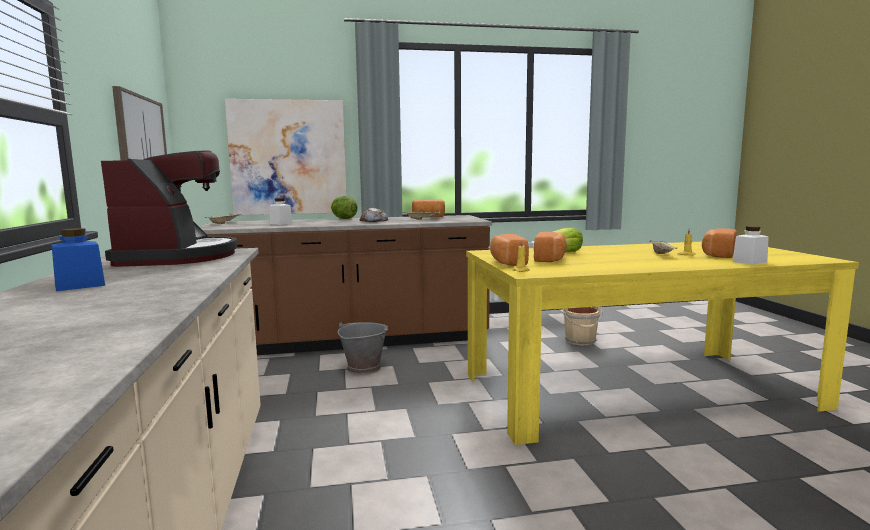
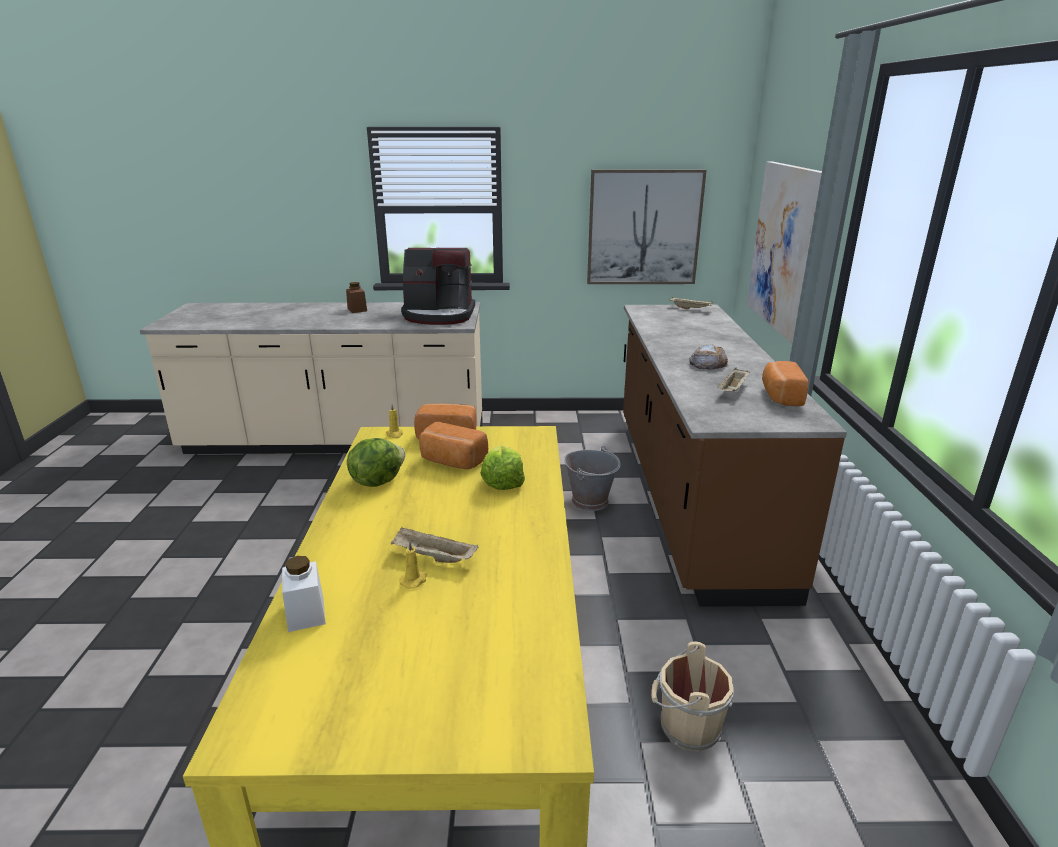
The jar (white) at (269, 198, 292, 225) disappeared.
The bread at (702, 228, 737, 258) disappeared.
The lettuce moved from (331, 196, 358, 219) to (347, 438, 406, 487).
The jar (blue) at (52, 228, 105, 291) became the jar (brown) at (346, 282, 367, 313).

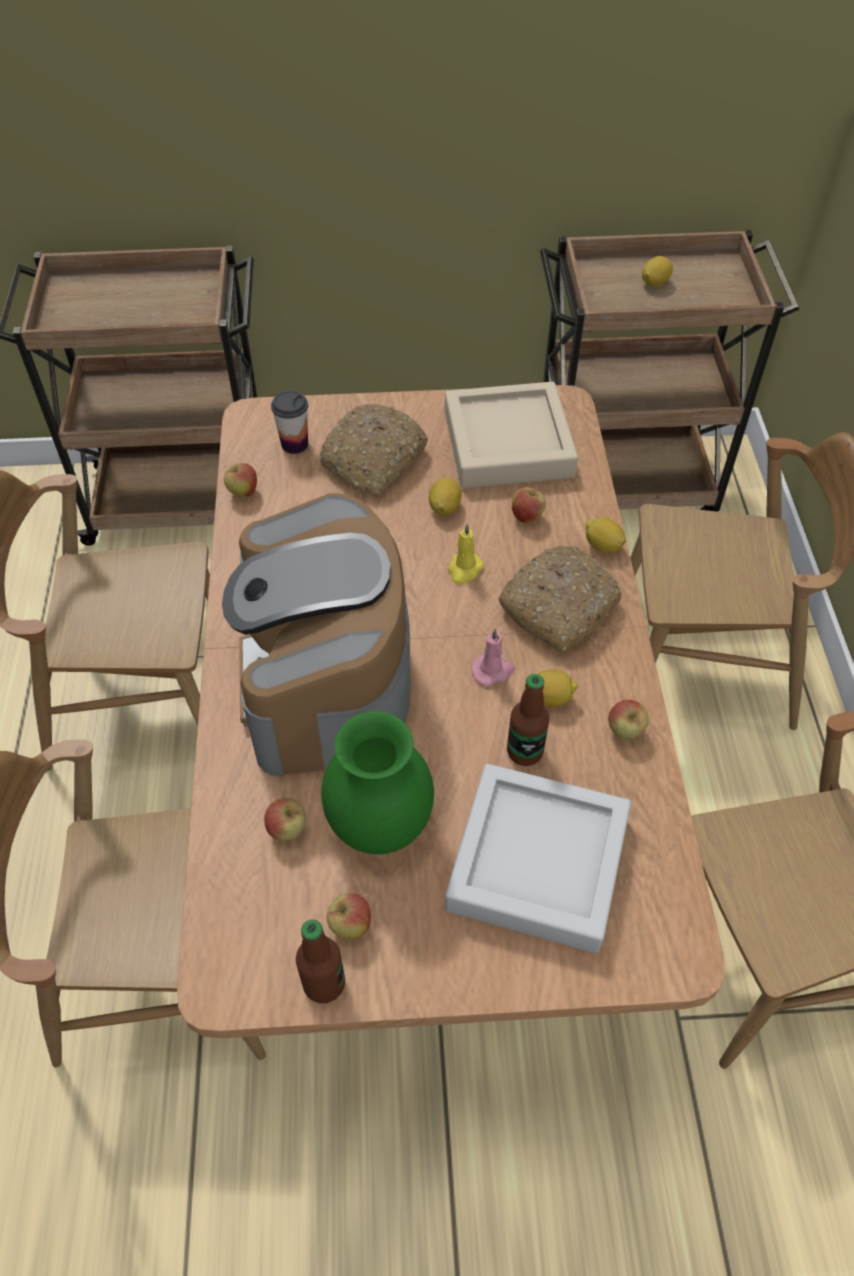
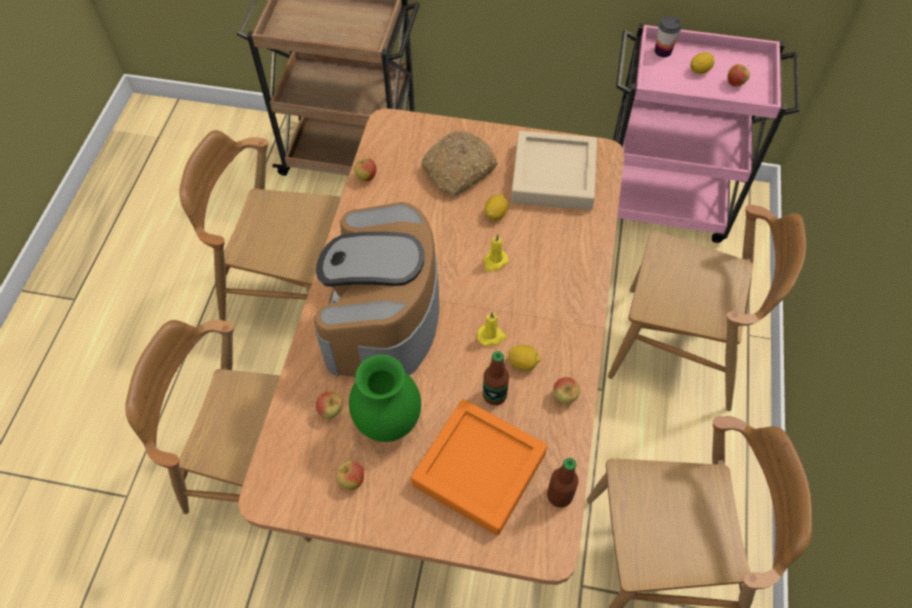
The bread at (498, 545, 622, 652) disappeared.
The lemon at (586, 517, 626, 553) disappeared.
The cup moved from (271, 390, 308, 454) to (655, 16, 682, 57).
The bottle moved from (296, 919, 345, 1003) to (547, 458, 579, 508).
The apple moved from (512, 487, 546, 523) to (728, 64, 750, 87).
The tray (grey) at (445, 764, 631, 953) became the tray (orange) at (411, 399, 547, 536).
The candle (pink) at (471, 628, 515, 686) became the candle (yellow) at (477, 312, 507, 346).
The cart (brown) at (540, 230, 799, 512) became the cart (pink) at (613, 23, 800, 243).

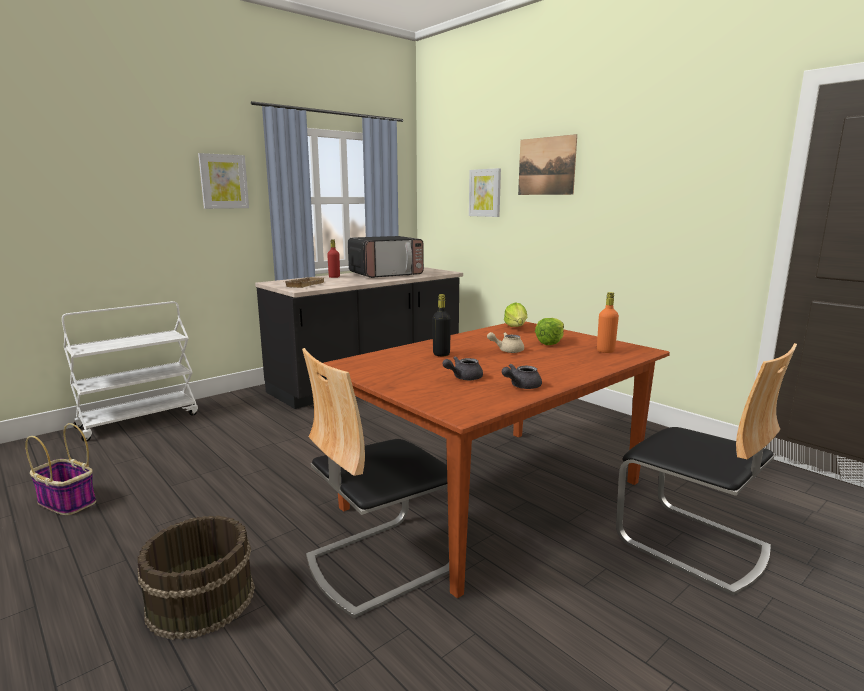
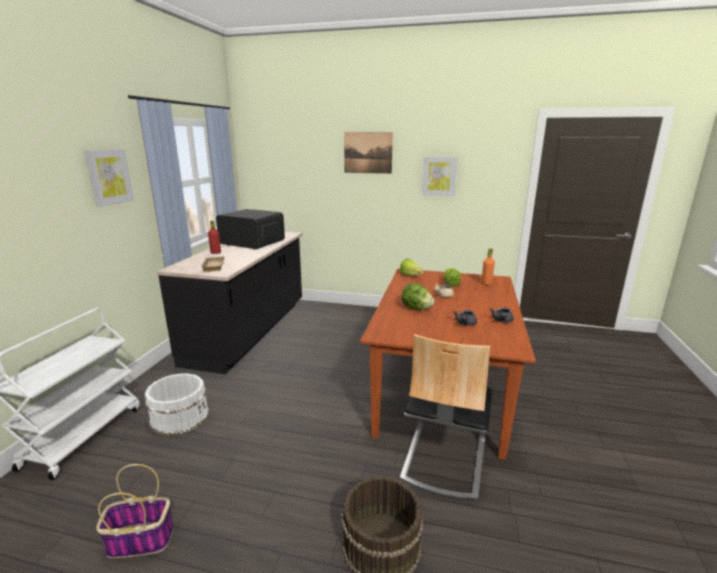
The chair at (616, 343, 797, 595) disappeared.
The bucket (white) at (145, 373, 209, 436) appeared.
The picture moved from (469, 168, 501, 217) to (422, 157, 458, 196).
The bottle (black) at (433, 294, 451, 356) was replaced by the lettuce at (401, 283, 434, 310).
The microwave at (348, 236, 424, 278) turned 90 degrees counterclockwise.

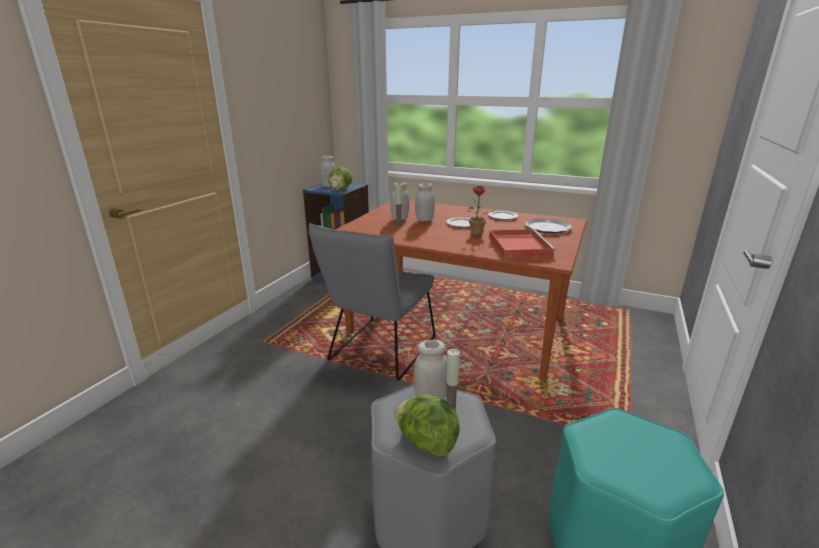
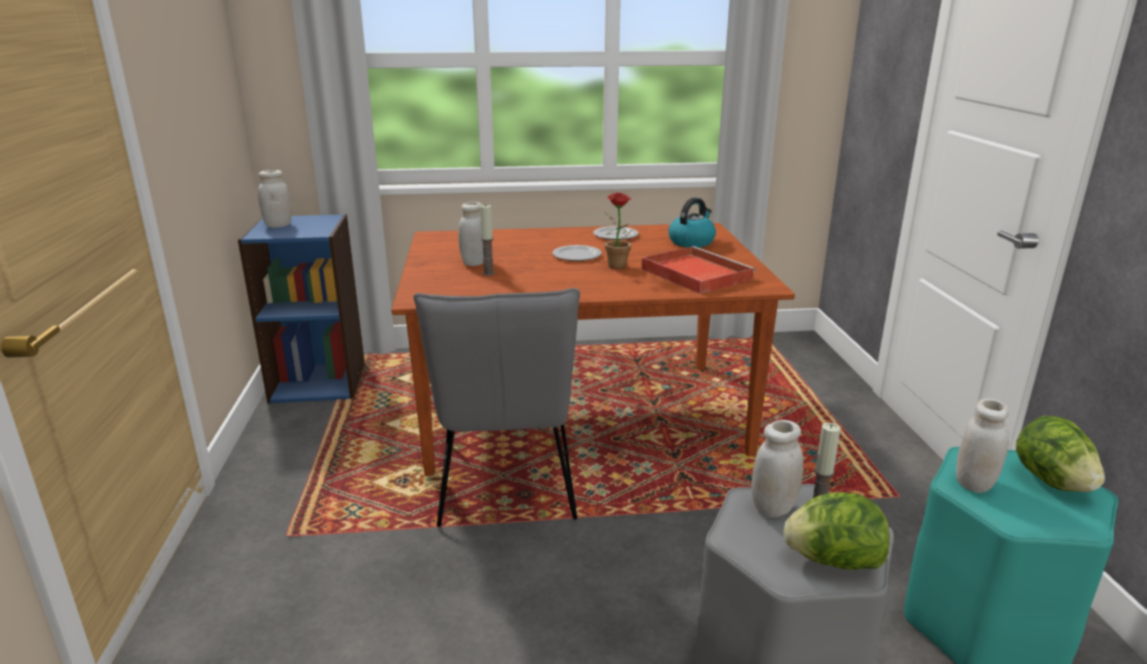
The lettuce moved from (328, 167, 353, 191) to (1016, 416, 1105, 492).
The jar (white) moved from (415, 183, 435, 221) to (956, 399, 1009, 493).
The plate at (524, 218, 572, 234) was replaced by the kettle at (668, 198, 716, 248).

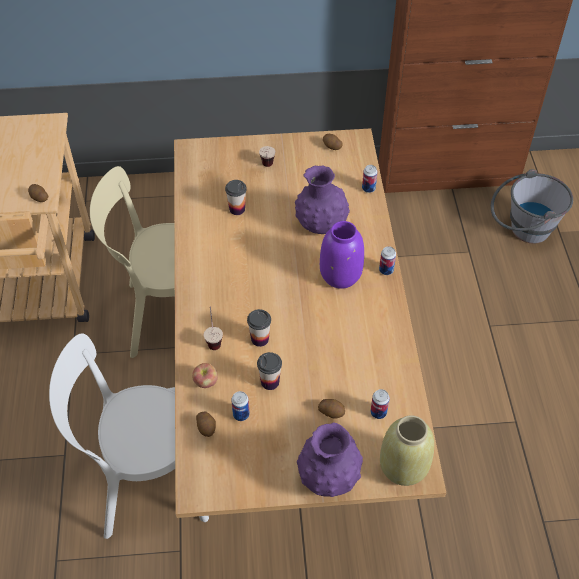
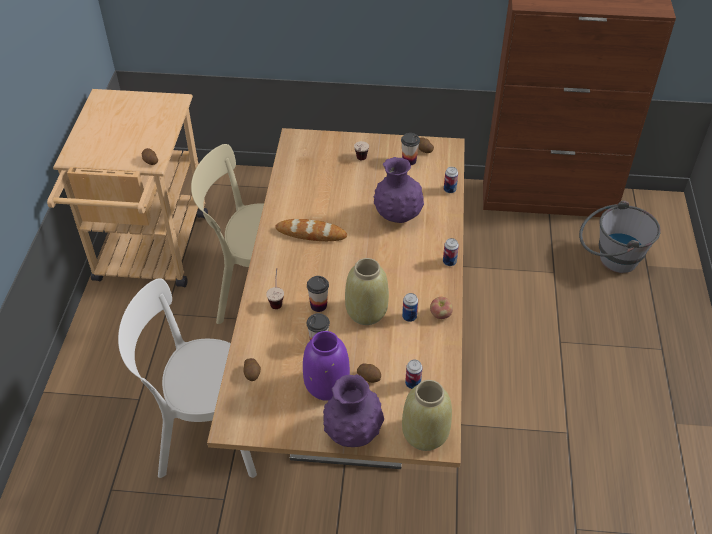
The bread at (275, 219, 347, 241) appeared.
The vase (beige) at (345, 258, 389, 325) appeared.
The apple moved from (192, 363, 218, 388) to (430, 297, 453, 319).
The cup moved from (225, 180, 247, 215) to (401, 133, 420, 165).
The can moved from (231, 391, 250, 421) to (402, 293, 418, 322).
The vase (purple) moved from (320, 221, 364, 289) to (303, 331, 350, 401).

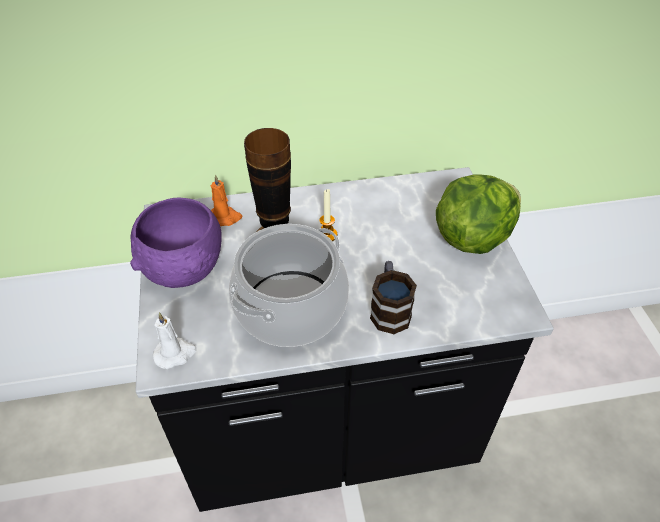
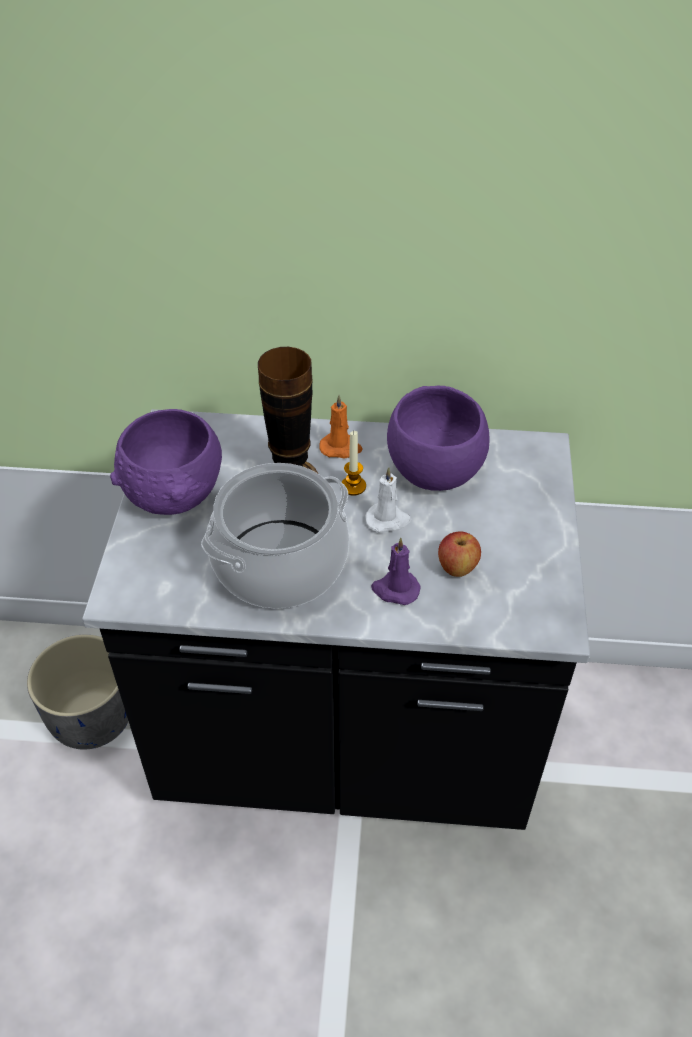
The lettuce at (436, 174, 521, 254) disappeared.
The planter (grey) at (27, 635, 129, 750) appeared.
The bowl (purple) at (387, 386, 490, 491) appeared.
The apple at (438, 532, 481, 577) appeared.
The candle (white) moved from (153, 312, 197, 369) to (365, 467, 411, 533).
The candle (orange) moved from (211, 174, 242, 226) to (319, 395, 363, 458).
The mug at (370, 261, 417, 334) was replaced by the candle (purple) at (371, 537, 421, 605).

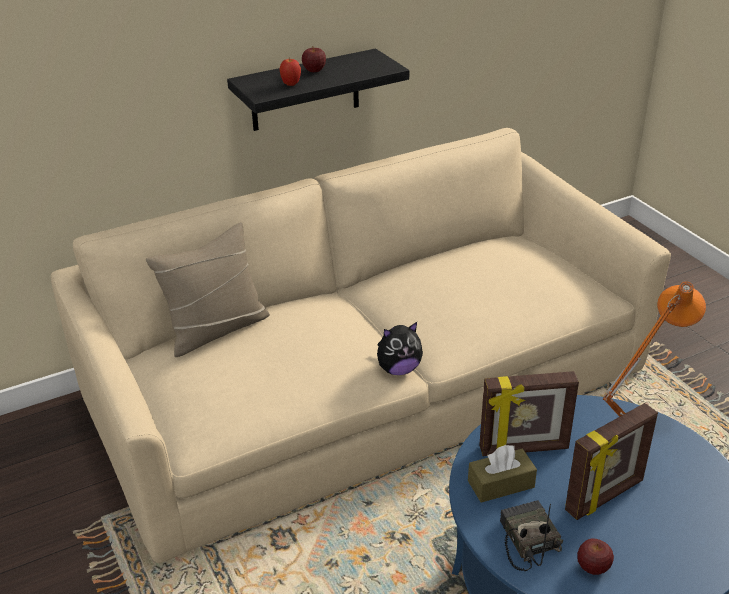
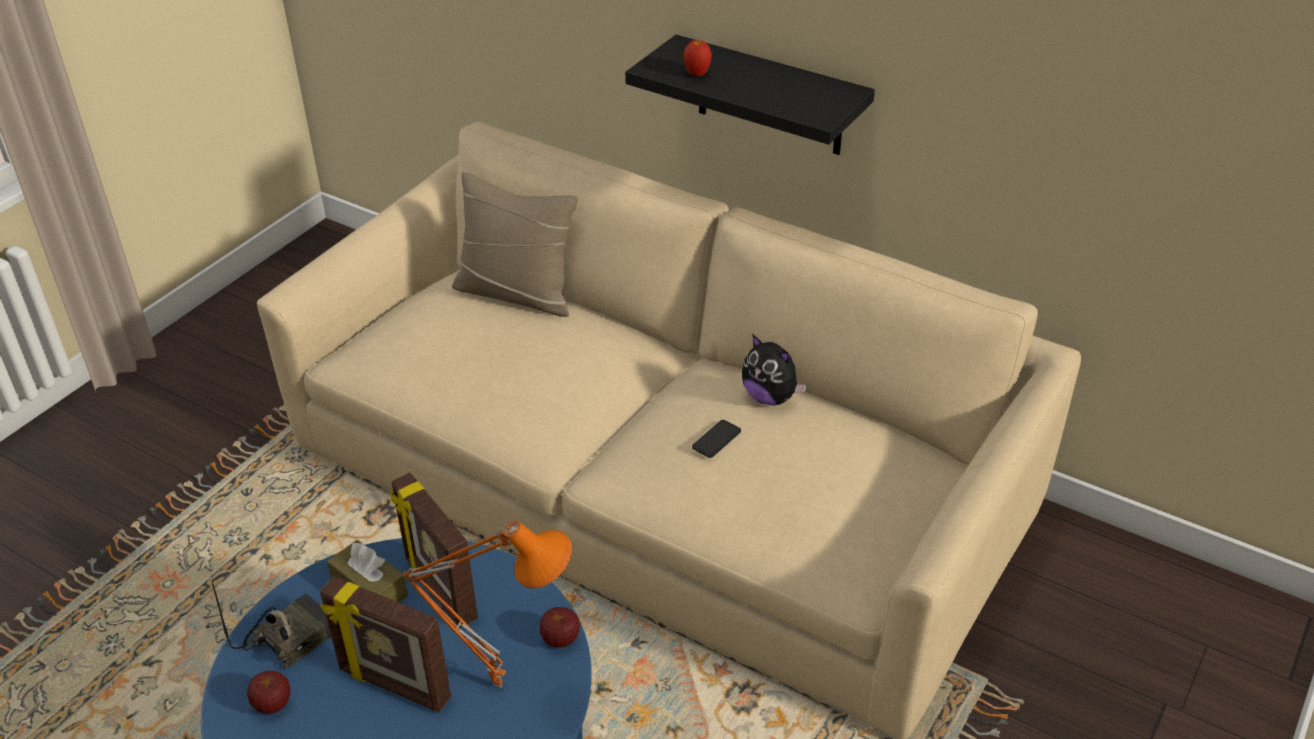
The phone at (692, 420, 741, 458) appeared.
The apple moved from (302, 46, 326, 72) to (540, 607, 580, 648).
The plush toy moved from (377, 322, 423, 375) to (742, 335, 807, 406).

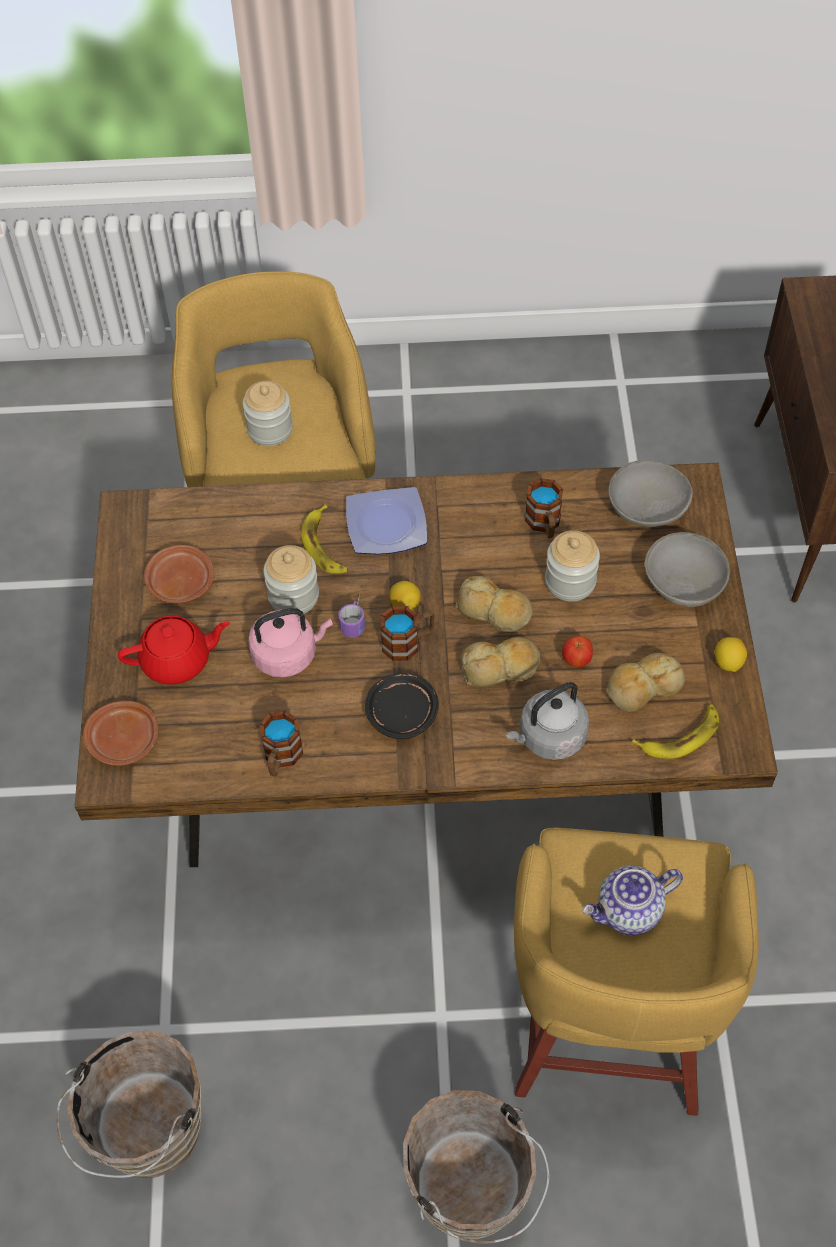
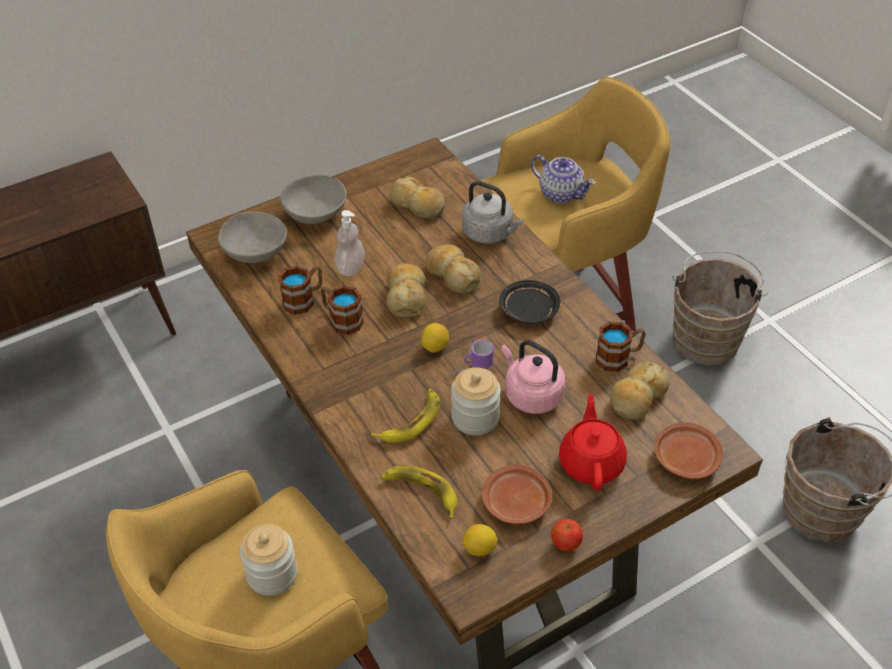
The plate at (346, 487, 427, 555) disappeared.
The bread at (610, 362, 670, 420) appeared.
The mug moved from (381, 606, 435, 661) to (321, 285, 364, 335).
The apple moved from (562, 636, 593, 667) to (551, 519, 583, 551).
The banana moved from (632, 704, 719, 759) to (381, 465, 457, 519).
The lemon moved from (715, 637, 747, 672) to (463, 524, 497, 556).
The jar at (545, 530, 600, 602) was replaced by the soap dispenser at (335, 210, 365, 276).
The teapot (red) at (118, 615, 230, 685) turned 45 degrees clockwise.

